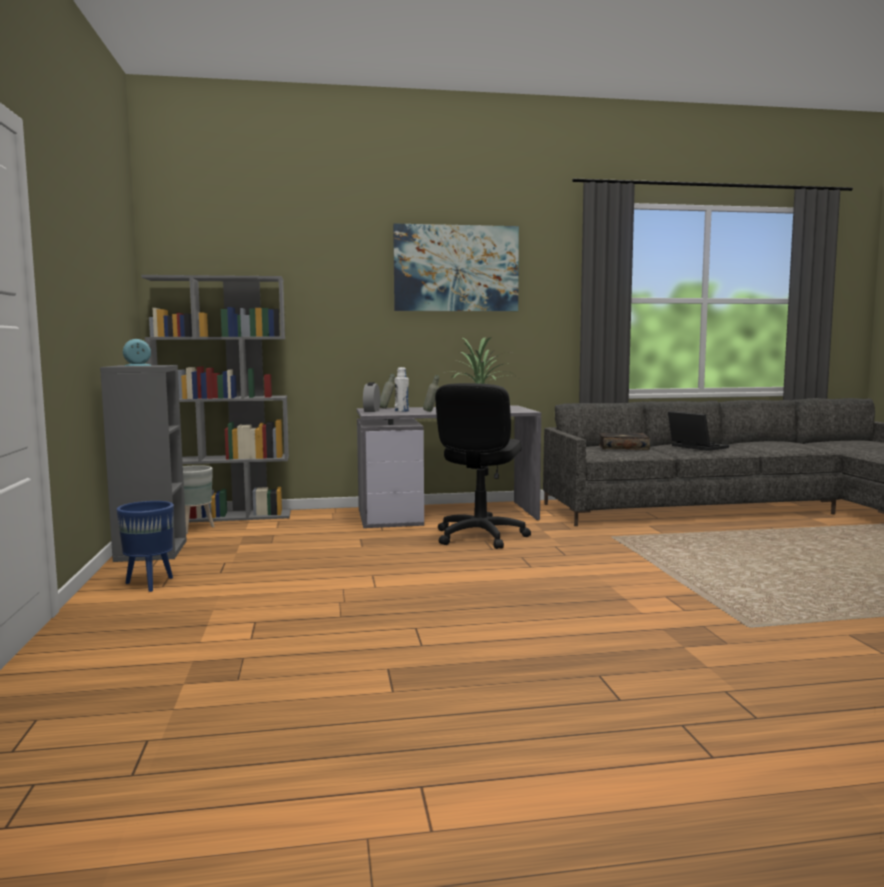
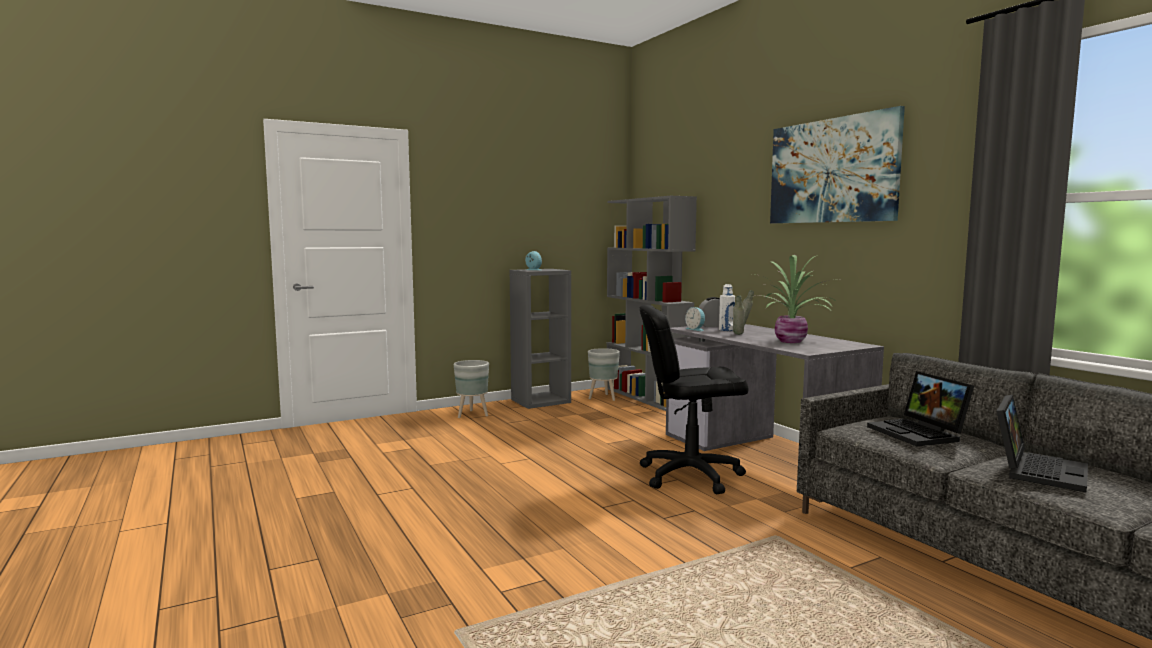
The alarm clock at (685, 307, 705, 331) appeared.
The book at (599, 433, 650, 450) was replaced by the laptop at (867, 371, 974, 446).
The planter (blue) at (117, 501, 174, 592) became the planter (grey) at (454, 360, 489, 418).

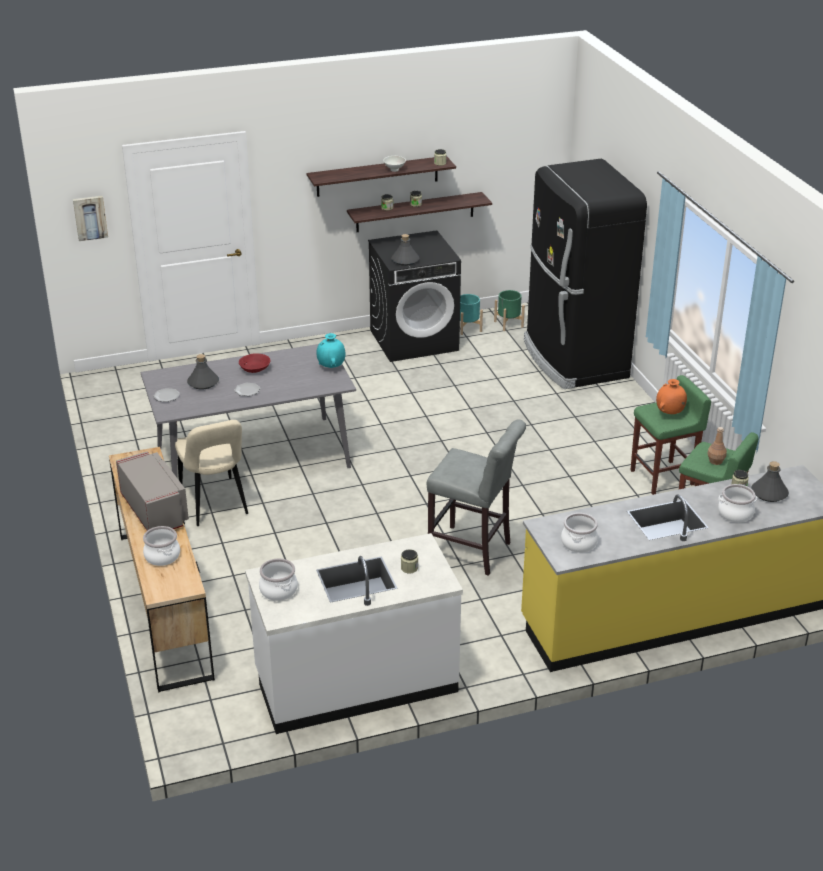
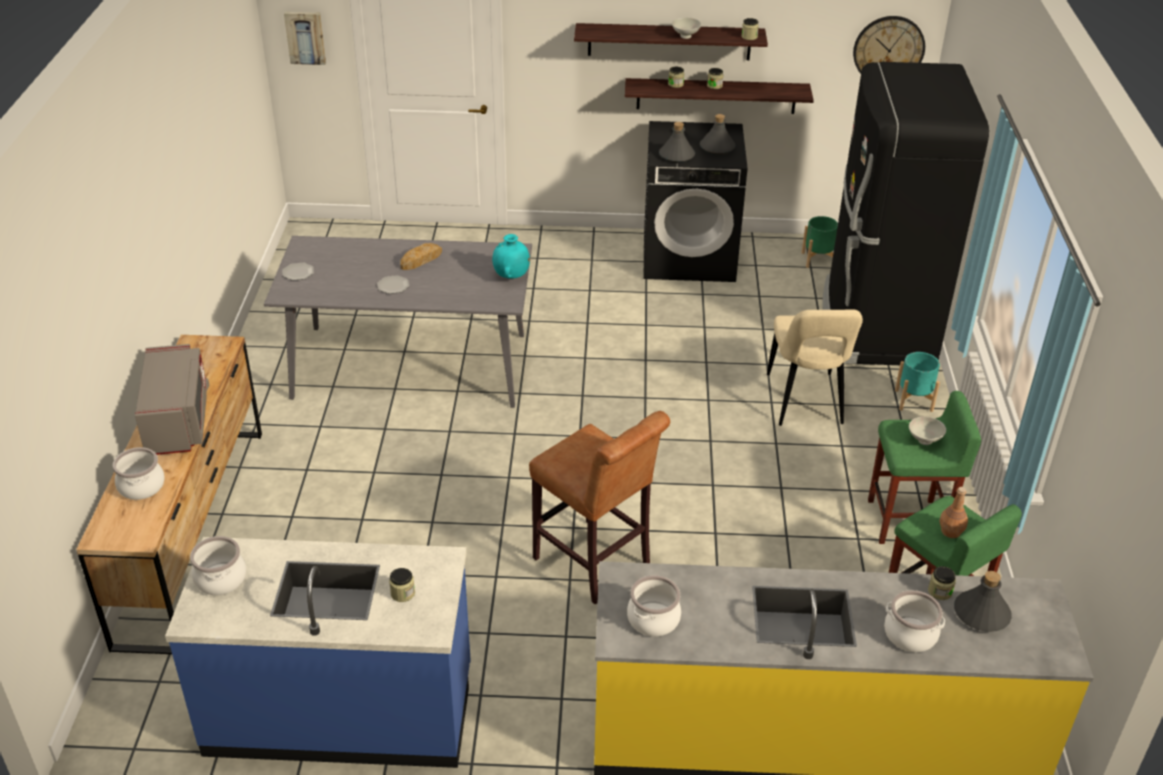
The wall clock at (853, 16, 925, 73) appeared.
The chair (beige) moved from (175, 420, 248, 526) to (767, 309, 863, 426).
The bottle (grey) moved from (187, 354, 219, 390) to (700, 114, 736, 155).
The planter (turquoise) moved from (460, 294, 483, 335) to (895, 352, 940, 412).
The bowl (red) at (239, 353, 271, 373) was replaced by the bread at (400, 243, 442, 270).
The vase (orange) at (656, 379, 687, 414) was replaced by the bowl (white) at (909, 416, 946, 445).
The counter (white) at (245, 533, 463, 734) became the counter (blue) at (165, 537, 471, 768).
The stool (grey) at (427, 419, 526, 576) became the stool (brown) at (529, 411, 670, 605).

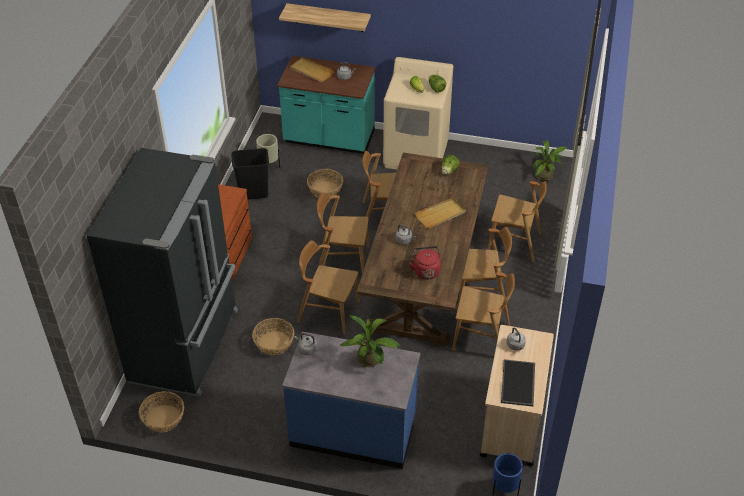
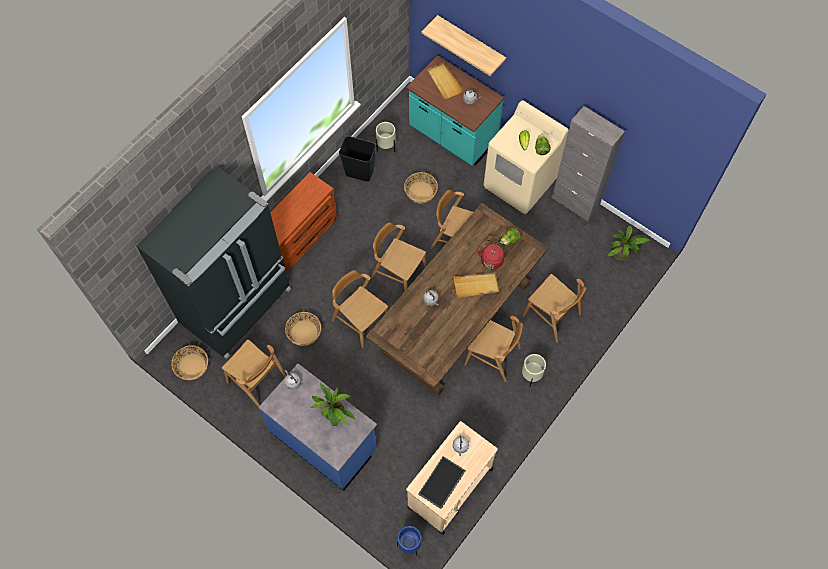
The planter (beige) at (522, 354, 546, 387) appeared.
The cabinet (grey) at (552, 106, 625, 222) appeared.
The kettle (red) moved from (409, 246, 441, 279) to (477, 240, 507, 270).
The chair (brown) moved from (452, 272, 515, 351) to (222, 339, 286, 407).

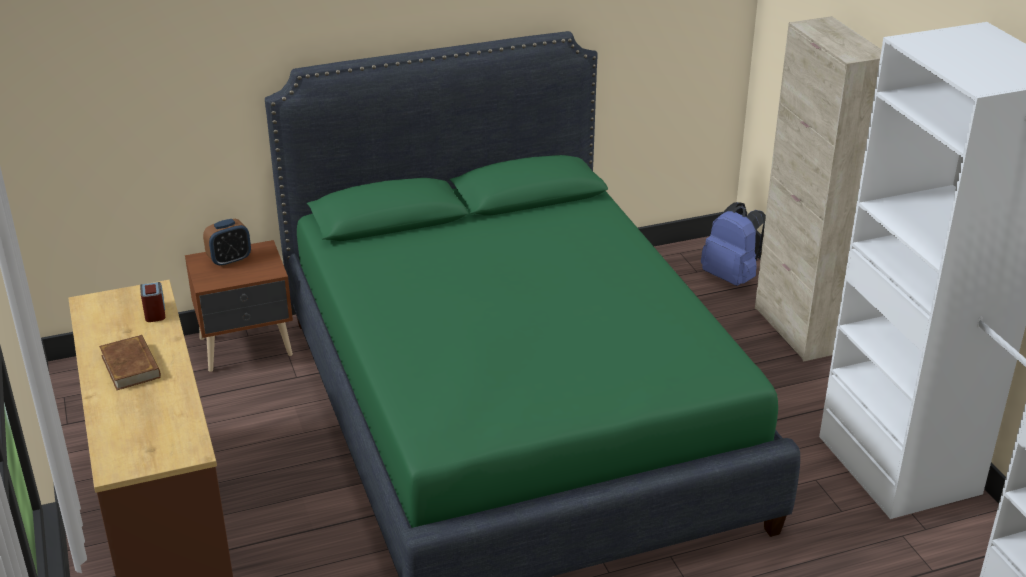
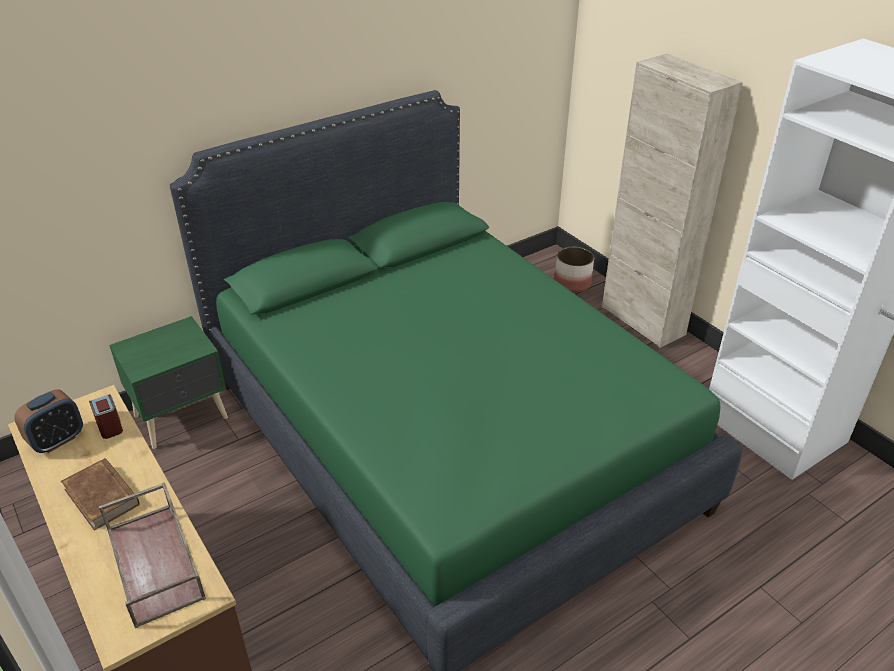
The tray (brown) at (99, 482, 206, 628) appeared.
The alarm clock moved from (203, 219, 251, 267) to (14, 390, 83, 453).
The backpack (blue) at (701, 202, 766, 286) was replaced by the planter at (554, 247, 594, 292).
The nightstand (brown) at (185, 240, 293, 372) became the nightstand (green) at (109, 316, 228, 449).

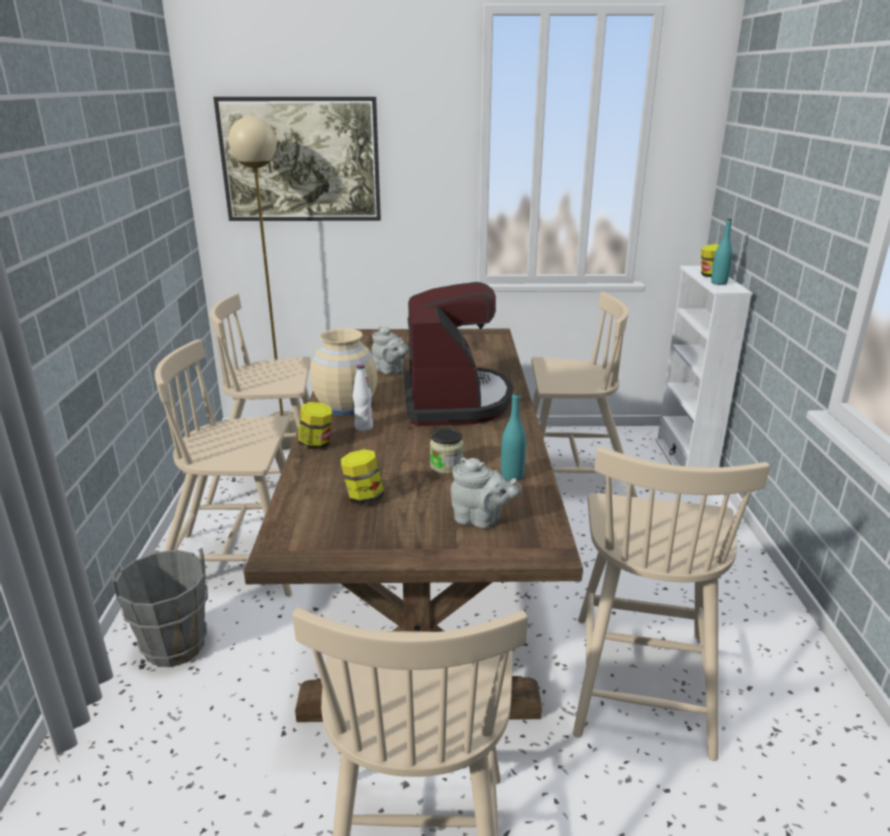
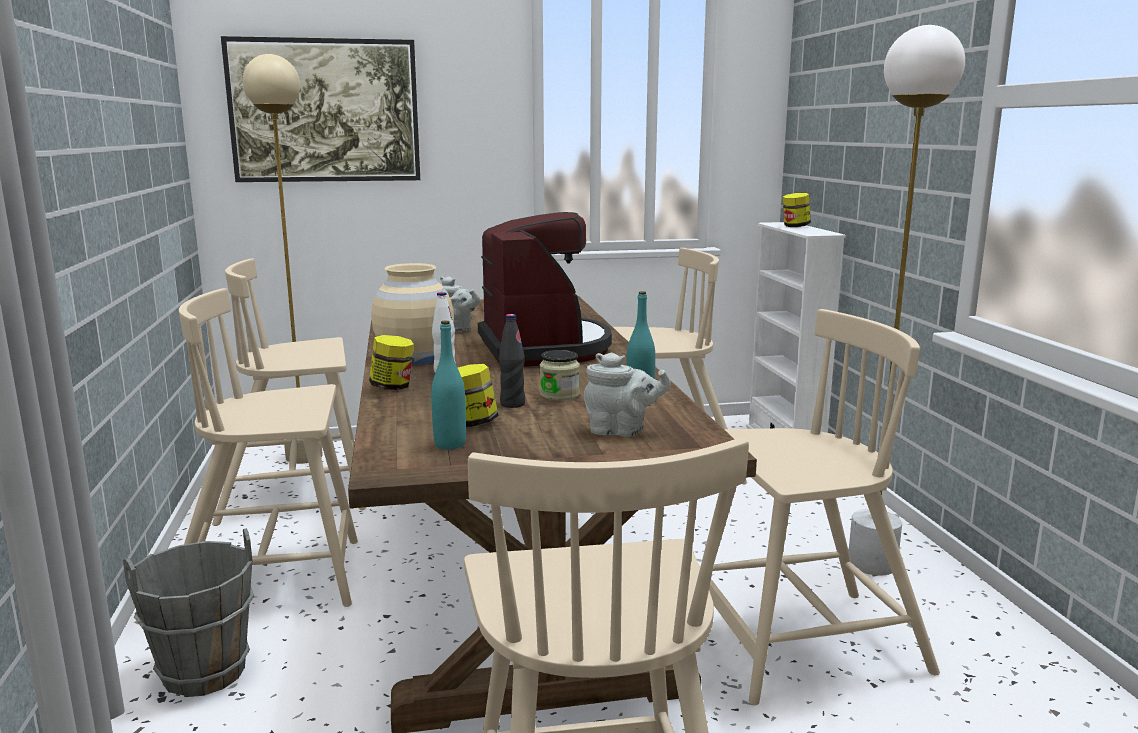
The bottle (black) at (499, 314, 525, 408) appeared.
The floor lamp (white) at (849, 25, 965, 576) appeared.
The bottle (turquoise) moved from (711, 219, 733, 285) to (431, 320, 466, 450).
The chair (beige) at (573, 446, 770, 761) turned 105 degrees counterclockwise.

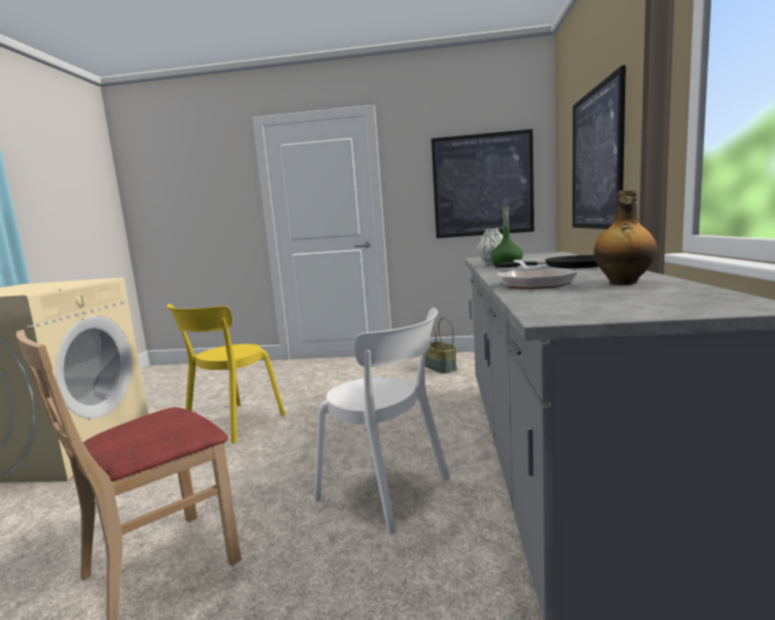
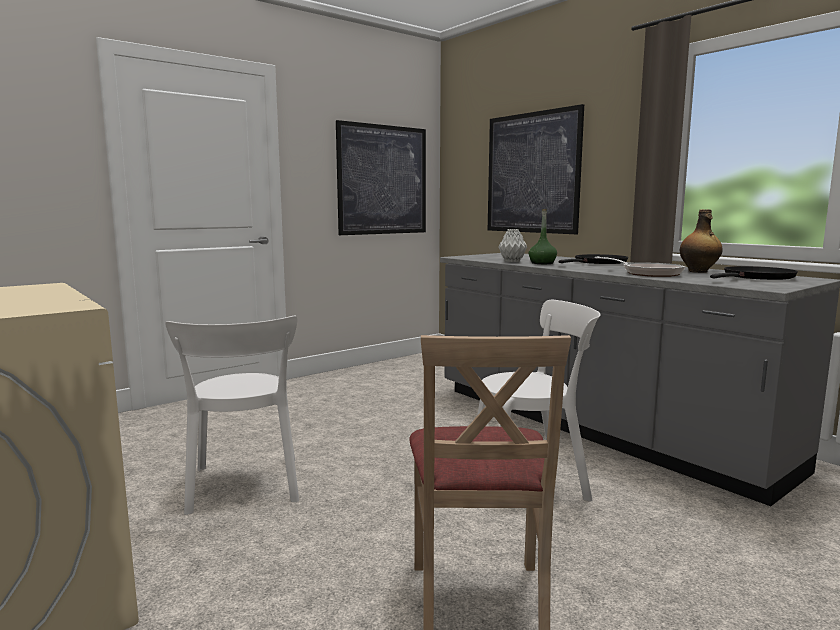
The basket at (425, 317, 457, 374) disappeared.
The frying pan (black) at (710, 266, 798, 280) appeared.
The chair (yellow) at (167, 304, 285, 444) became the chair (white) at (165, 316, 299, 515).

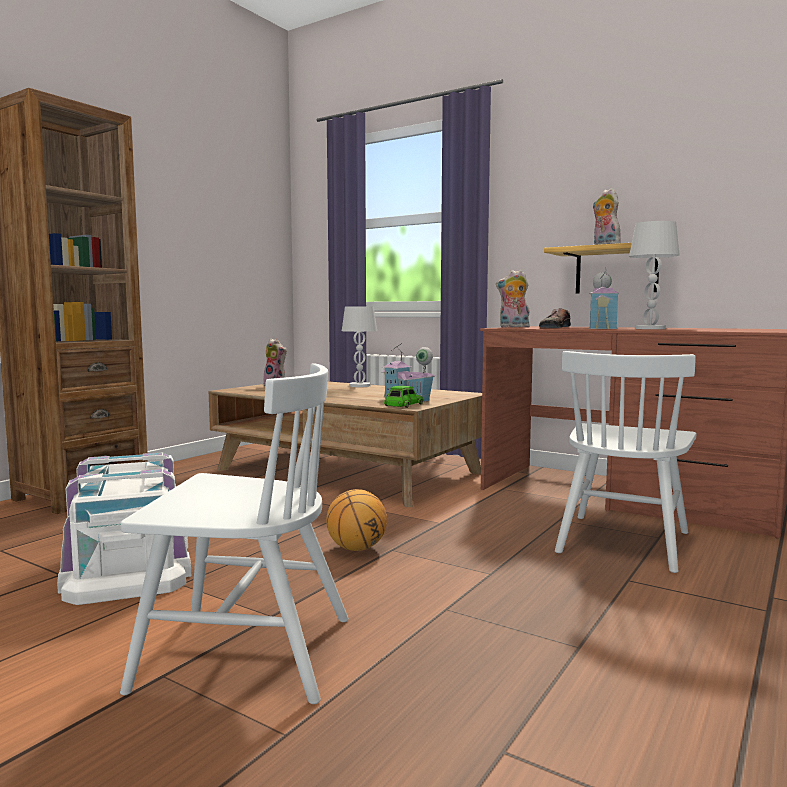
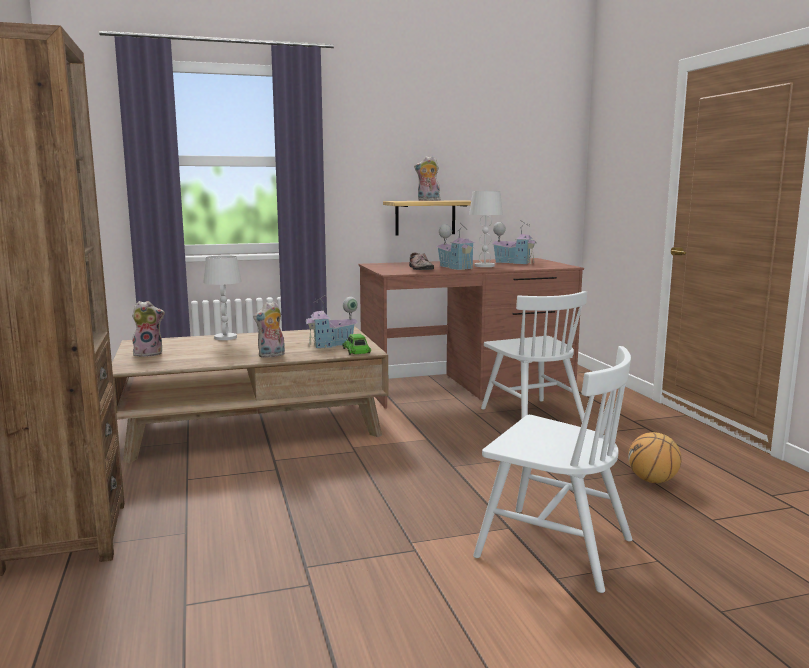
The storage box (white) at (57, 452, 191, 605) disappeared.
The toy house at (492, 220, 536, 264) appeared.
The basketball moved from (326, 489, 387, 551) to (628, 432, 681, 483).
The plush toy moved from (496, 270, 530, 327) to (253, 301, 285, 358).
The chair (white) at (120, 363, 349, 704) turned 75 degrees clockwise.

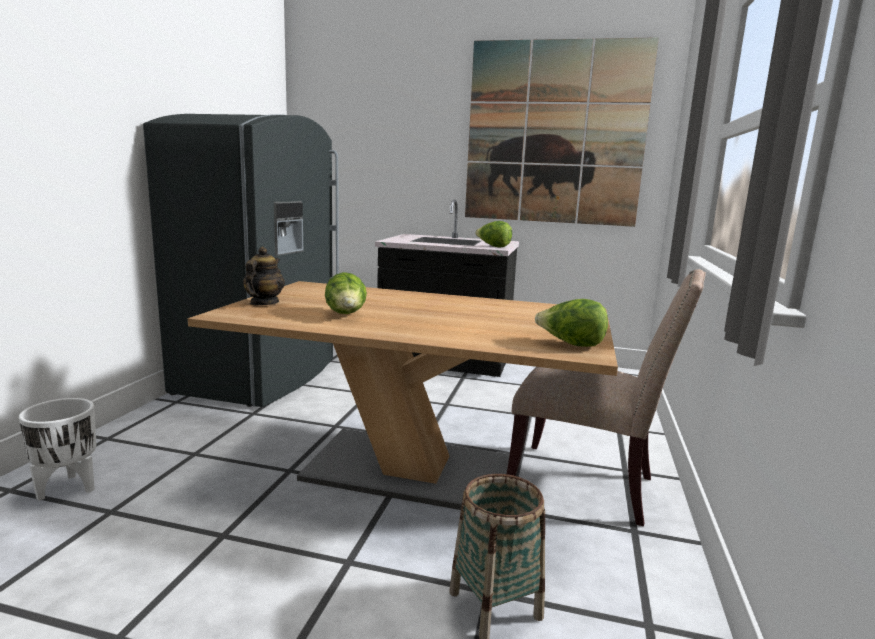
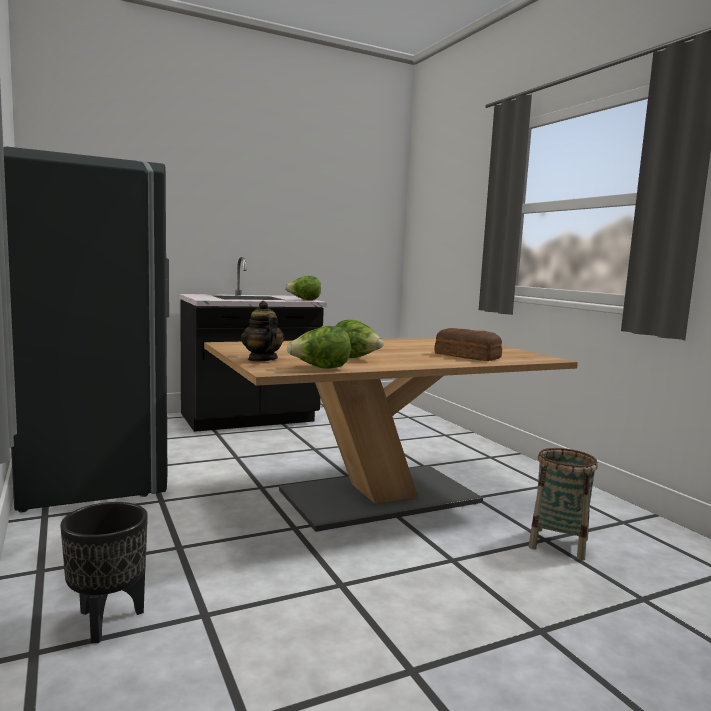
The picture at (465, 37, 659, 227) disappeared.
The chair (beige) at (507, 269, 706, 526) disappeared.
The bread at (434, 328, 502, 361) appeared.
The lettuce moved from (535, 299, 608, 347) to (287, 326, 351, 369).
The planter (white) at (19, 398, 96, 501) became the planter (black) at (60, 502, 148, 643).

